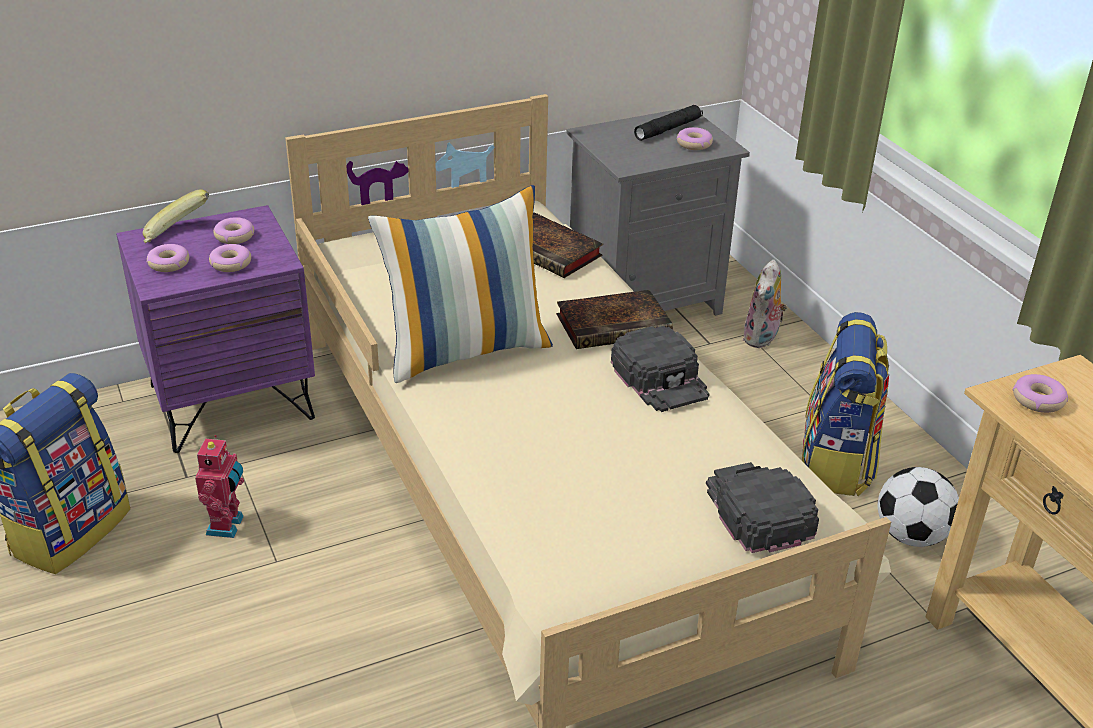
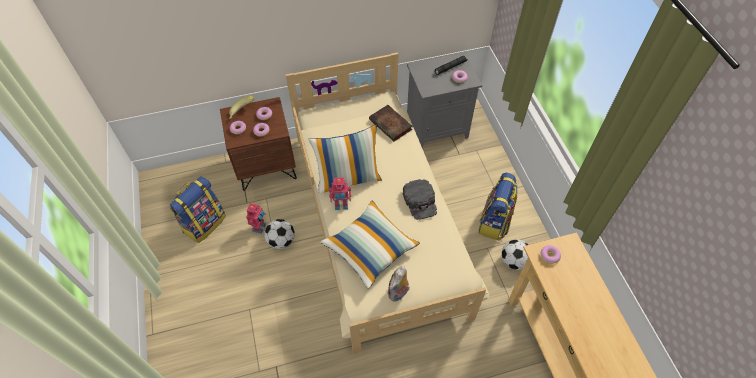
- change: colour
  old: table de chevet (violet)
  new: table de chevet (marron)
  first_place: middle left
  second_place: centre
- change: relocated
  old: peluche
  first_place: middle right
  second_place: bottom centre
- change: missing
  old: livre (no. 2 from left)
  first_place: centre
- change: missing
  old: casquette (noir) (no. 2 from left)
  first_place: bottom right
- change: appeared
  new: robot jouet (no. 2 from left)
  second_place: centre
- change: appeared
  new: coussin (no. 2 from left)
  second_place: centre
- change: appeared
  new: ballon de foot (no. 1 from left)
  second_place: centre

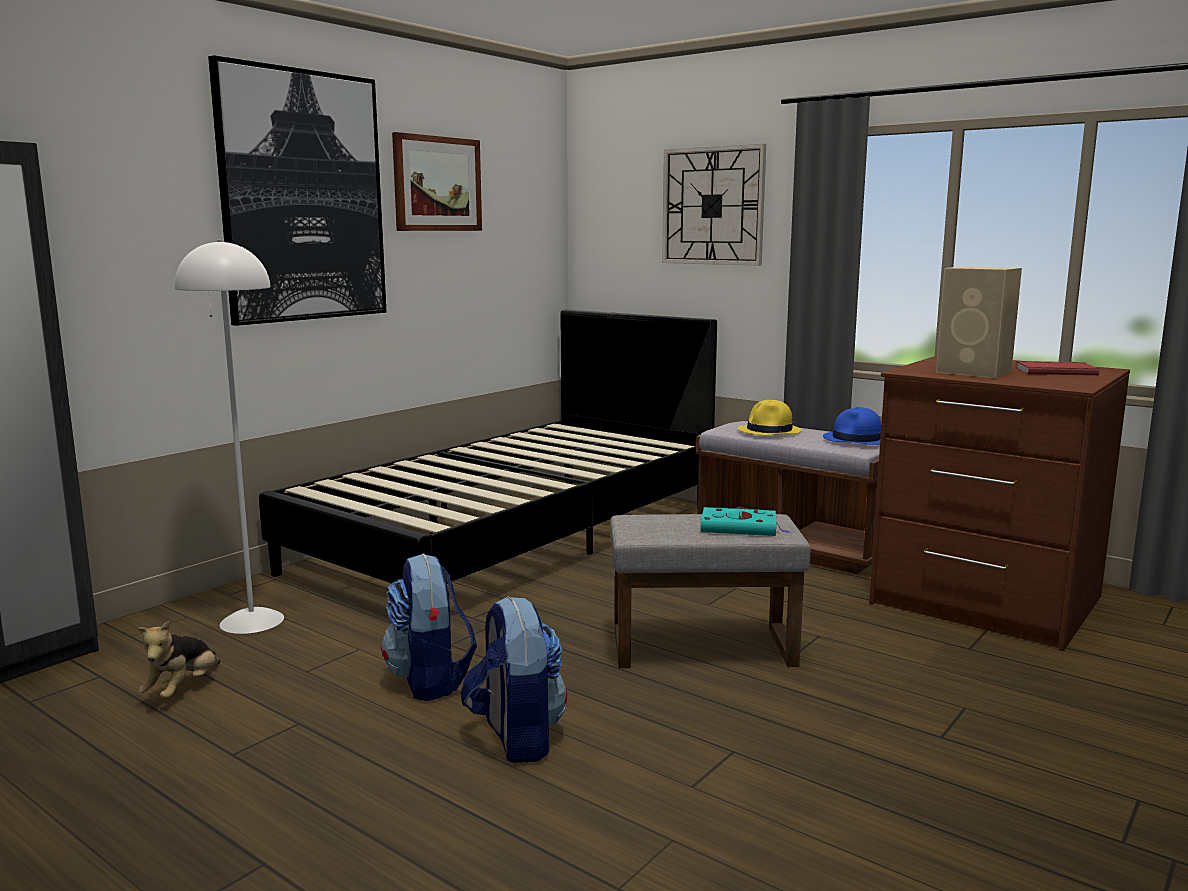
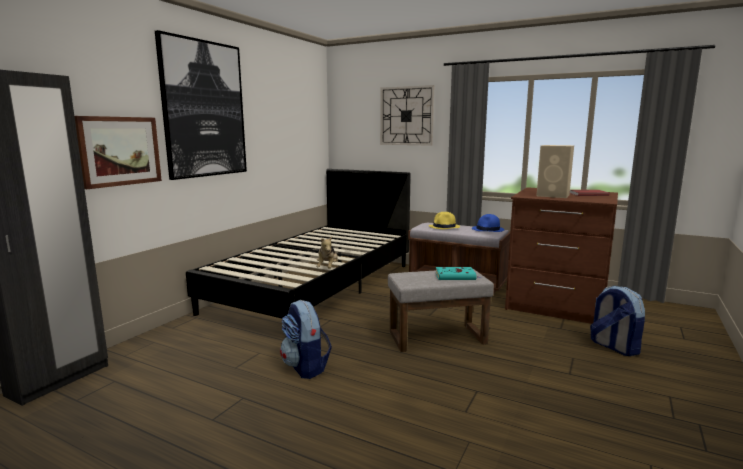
- change: relocated
  old: tableau (no. 2 from left in the first image)
  new: tableau (no. 1 from left)
  first_place: top centre
  second_place: top left
- change: missing
  old: lampadaire (blanc)
  first_place: middle left
- change: relocated
  old: sac à dos (no. 2 from left)
  first_place: bottom centre
  second_place: bottom right
- change: relocated
  old: peluche
  first_place: bottom left
  second_place: centre

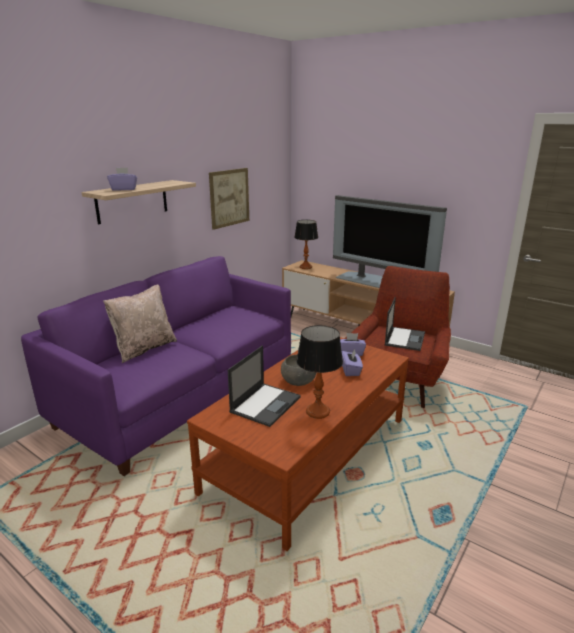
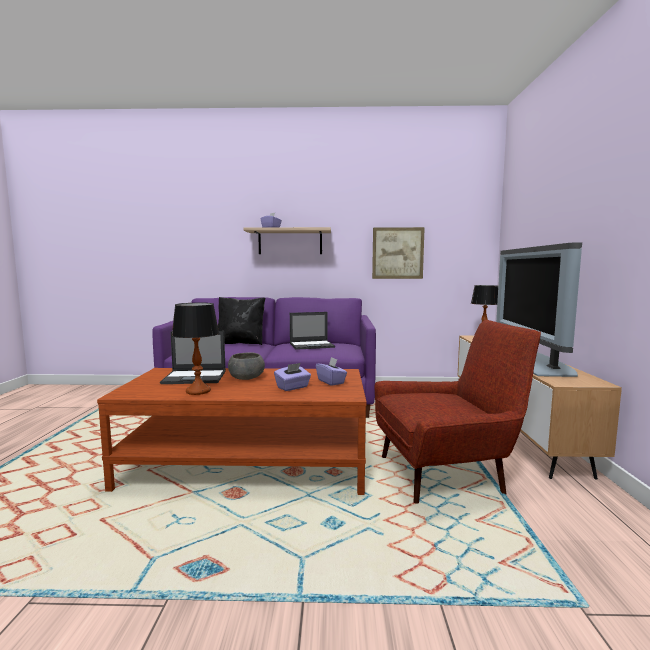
- change: colour
  old: coussin (beige)
  new: coussin (noir)
  first_place: middle left
  second_place: centre
- change: relocated
  old: ordinateur portable (no. 2 from left)
  first_place: middle right
  second_place: centre

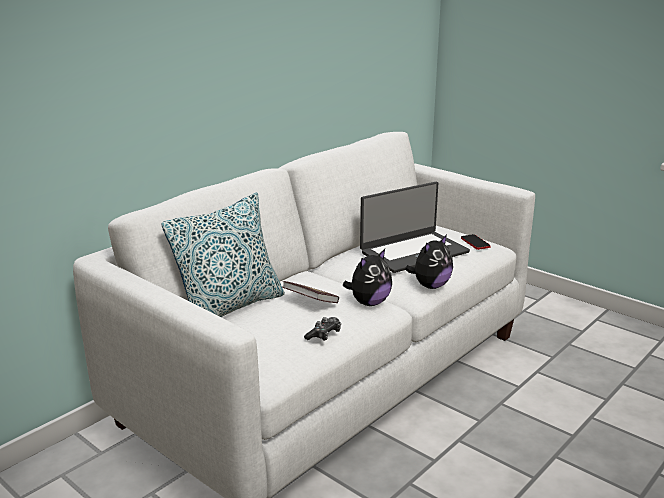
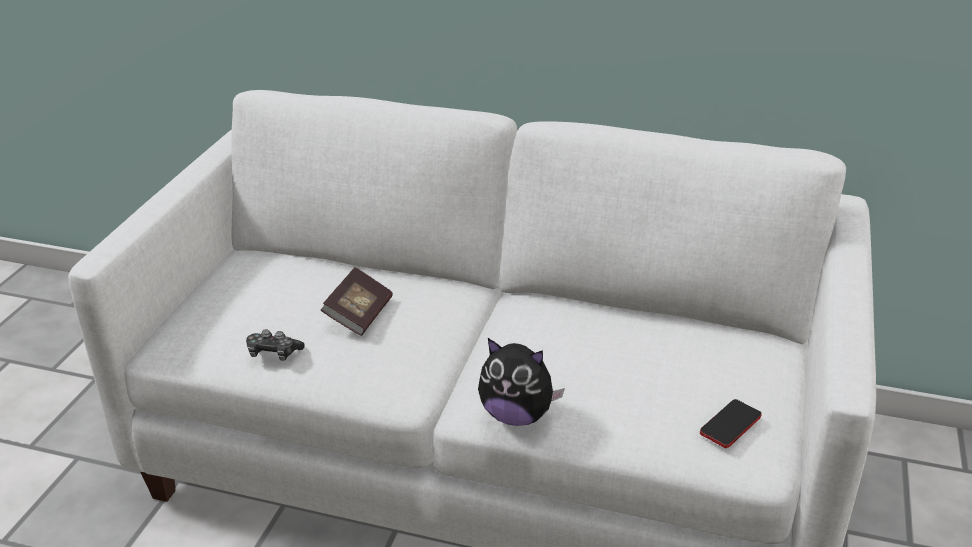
- change: missing
  old: ordinateur portable
  first_place: centre
- change: missing
  old: coussin
  first_place: centre
- change: missing
  old: peluche (no. 1 from left)
  first_place: centre

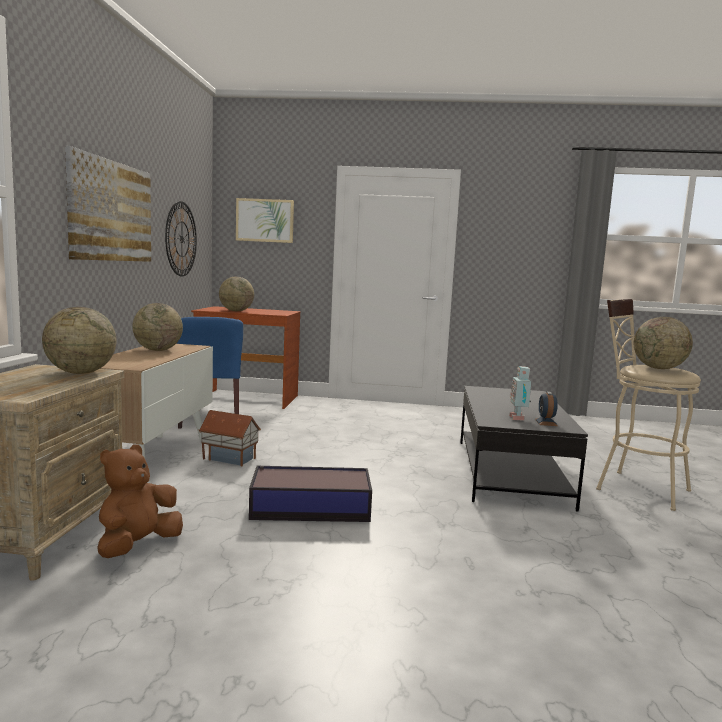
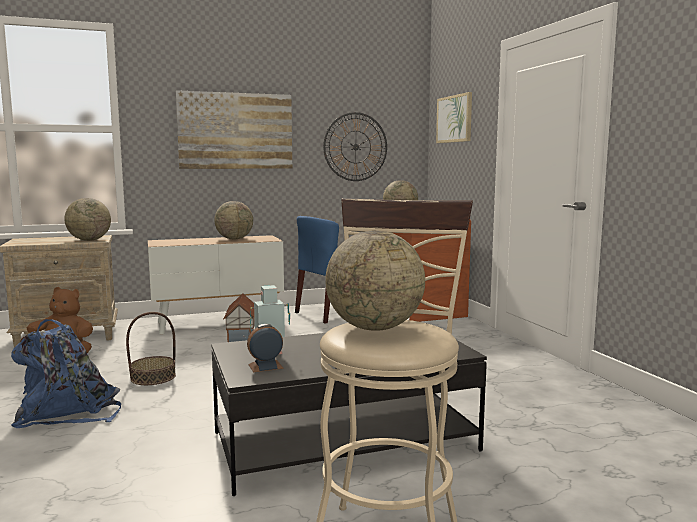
- change: exchanged
  old: boîte de rangement
  new: panier
  first_place: bottom centre
  second_place: bottom left
- change: appeared
  new: sac à dos (bleu)
  second_place: bottom left

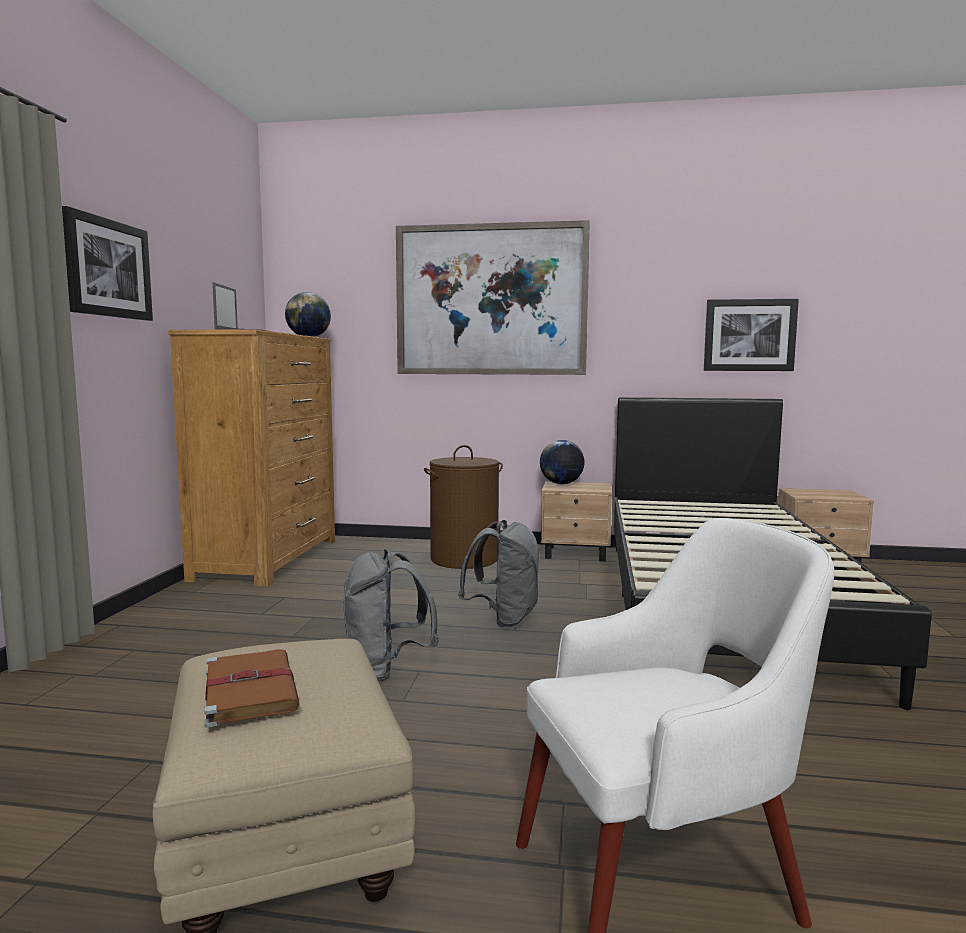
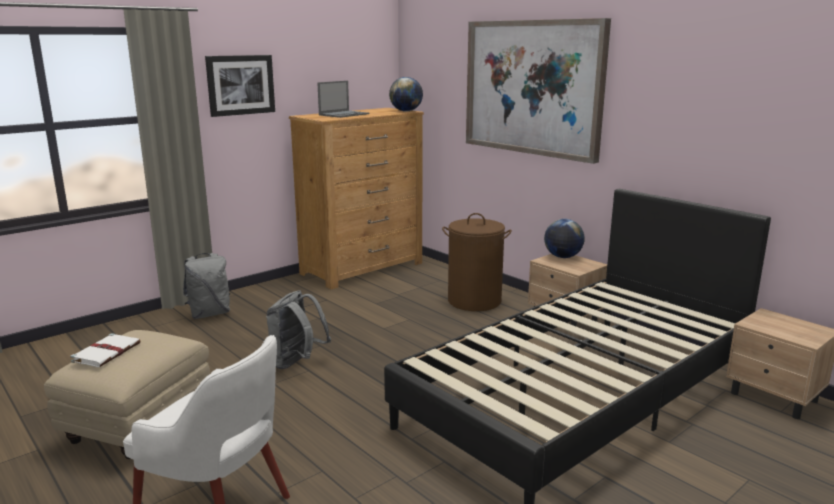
- change: missing
  old: tableau (no. 3 from left)
  first_place: middle right
- change: relocated
  old: sac à dos (gris) (no. 2 from left in the first image)
  new: sac à dos (gris) (no. 1 from left)
  first_place: centre
  second_place: middle left
- change: colour
  old: livre (marron)
  new: livre (blanc)
  first_place: bottom left
  second_place: bottom left

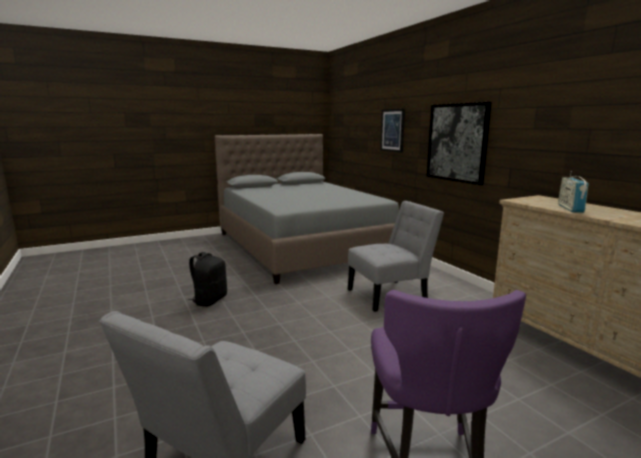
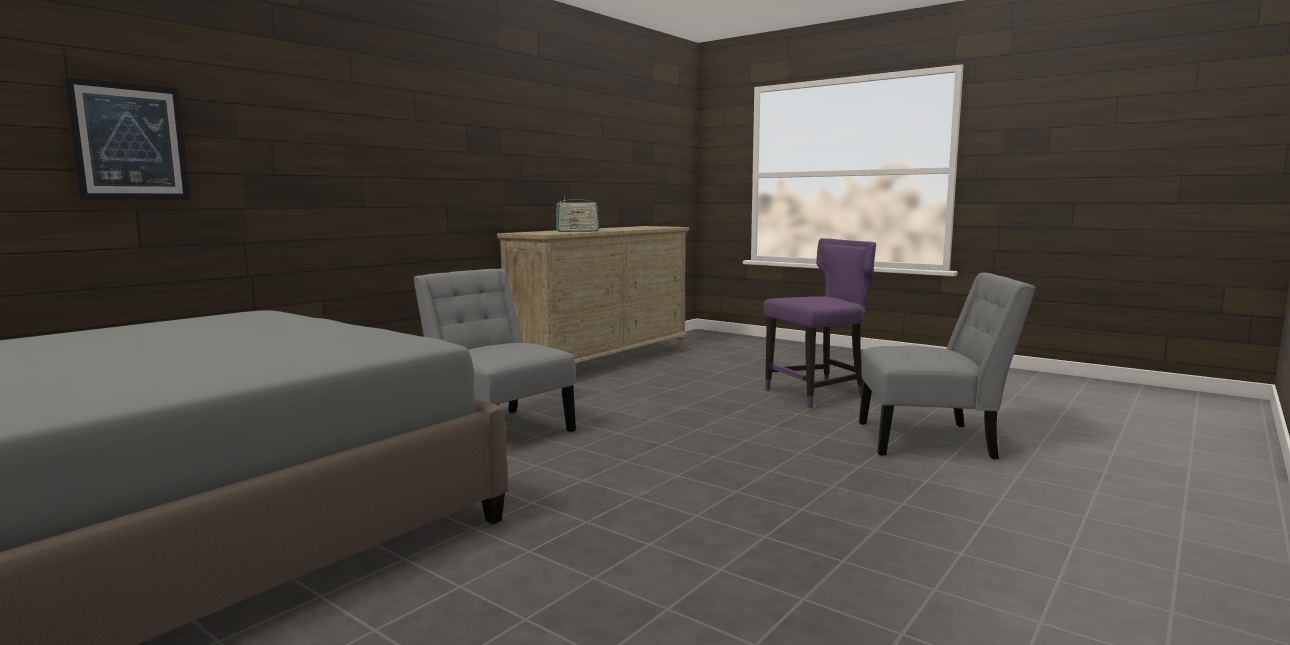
- change: missing
  old: tableau (no. 2 from left)
  first_place: top right
- change: missing
  old: sac à dos (noir)
  first_place: middle left

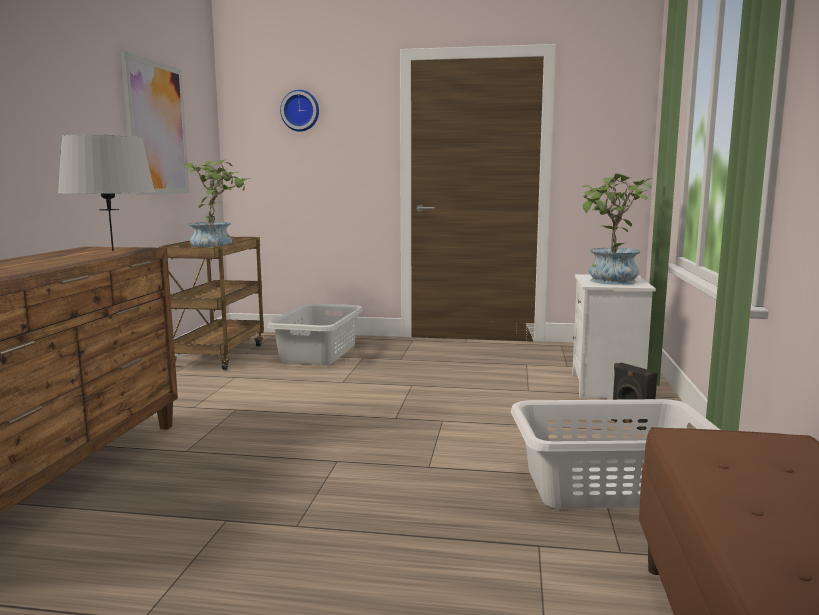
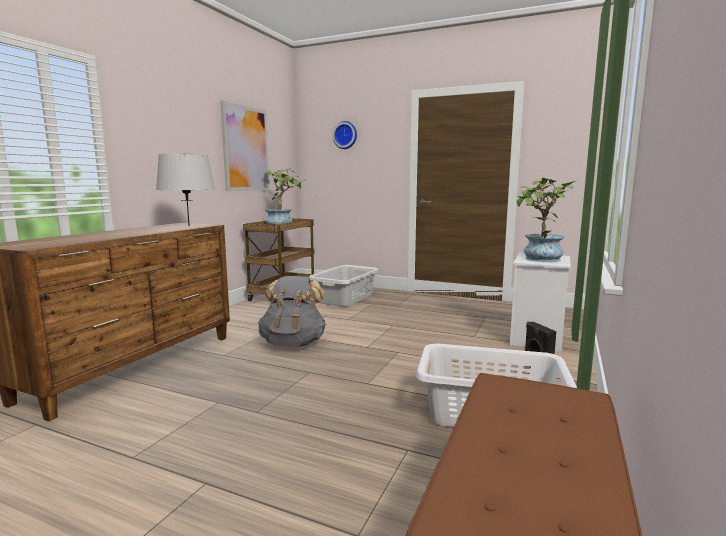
- change: appeared
  new: sac à dos (gris)
  second_place: centre

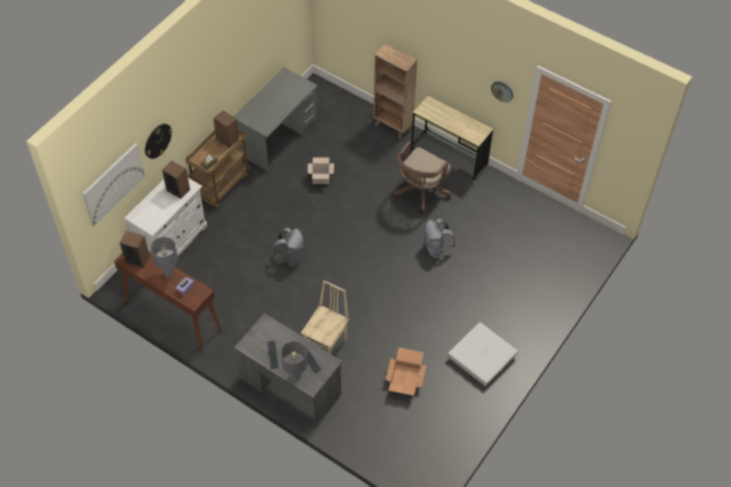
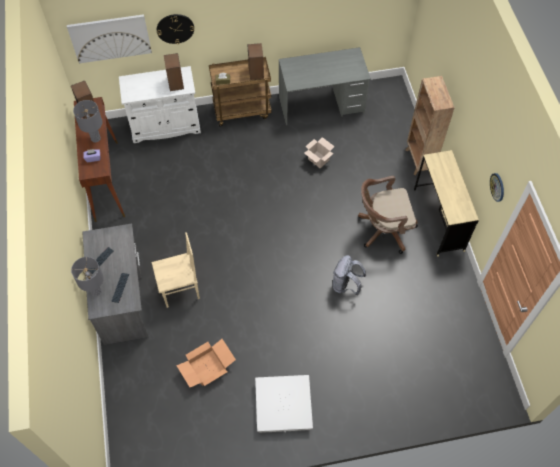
- change: missing
  old: sac à dos (gris) (no. 1 from left)
  first_place: centre

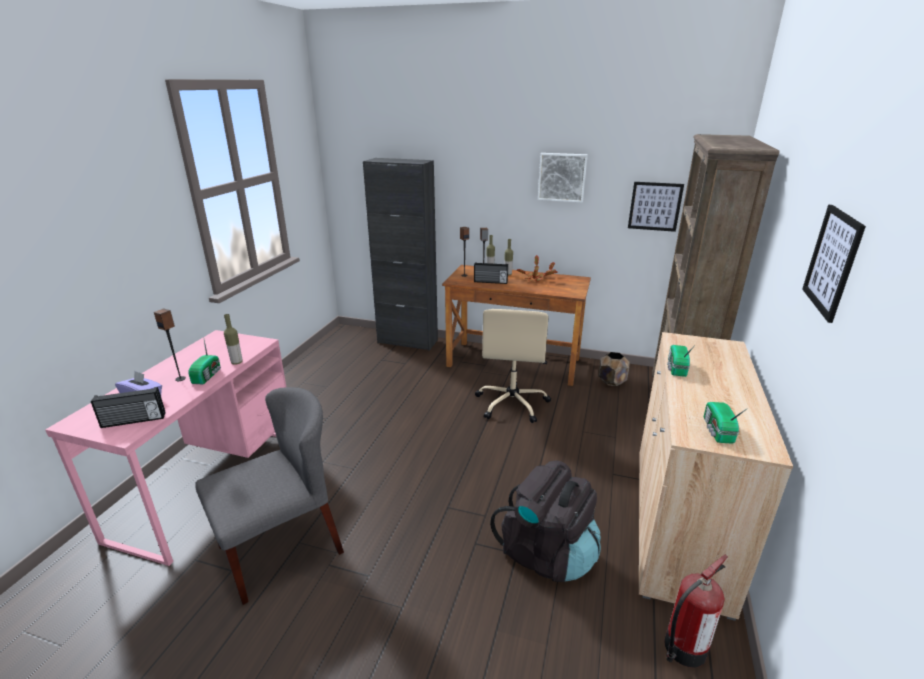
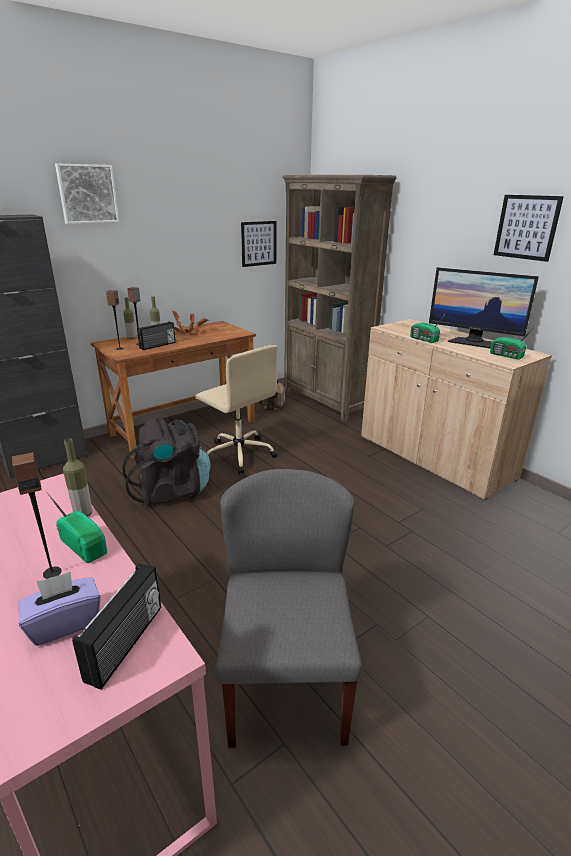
- change: relocated
  old: tableau (no. 1 from left)
  first_place: top centre
  second_place: top left
- change: relocated
  old: sac à dos (noir)
  first_place: bottom centre
  second_place: middle left
- change: missing
  old: extincteur
  first_place: bottom right
- change: appeared
  new: écran d'ordinateur
  second_place: middle right

